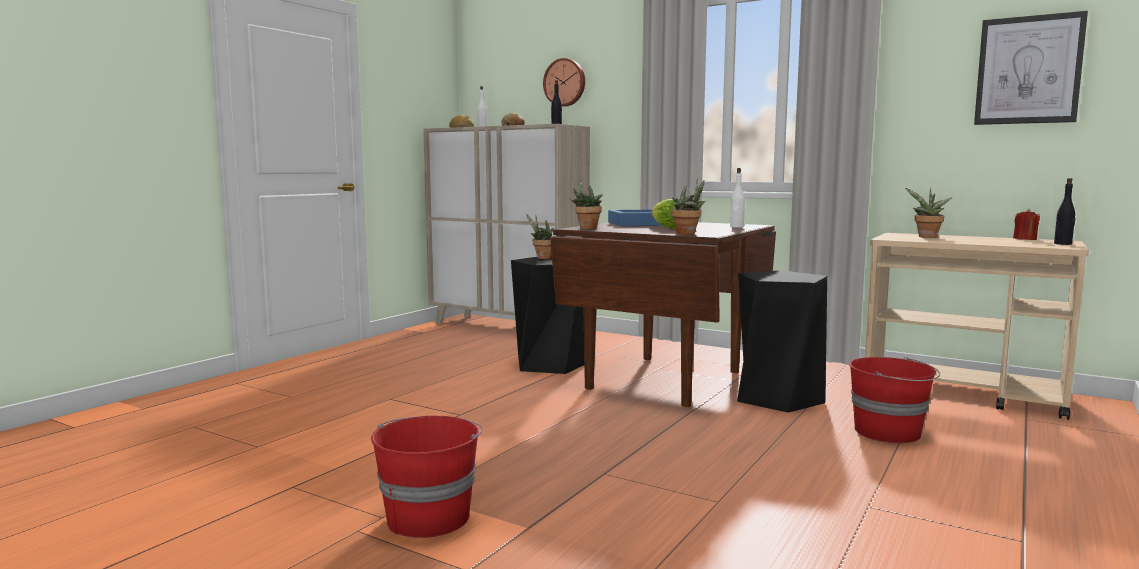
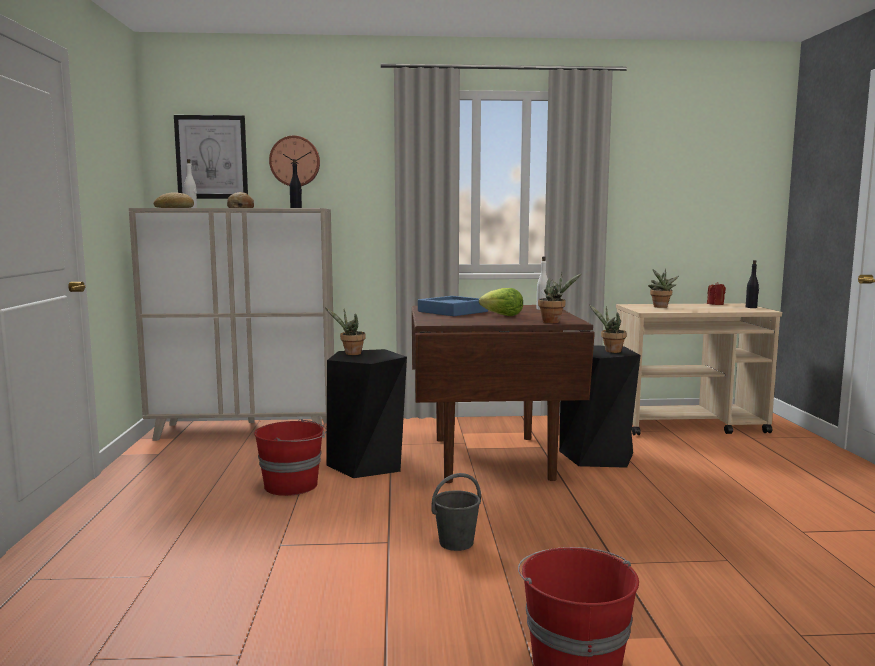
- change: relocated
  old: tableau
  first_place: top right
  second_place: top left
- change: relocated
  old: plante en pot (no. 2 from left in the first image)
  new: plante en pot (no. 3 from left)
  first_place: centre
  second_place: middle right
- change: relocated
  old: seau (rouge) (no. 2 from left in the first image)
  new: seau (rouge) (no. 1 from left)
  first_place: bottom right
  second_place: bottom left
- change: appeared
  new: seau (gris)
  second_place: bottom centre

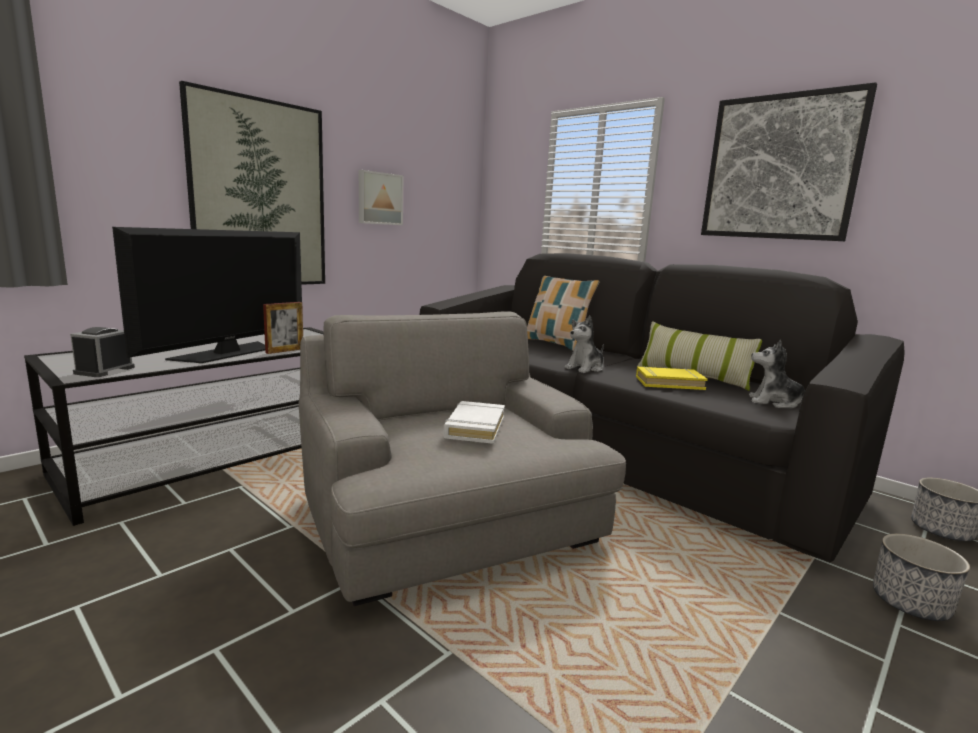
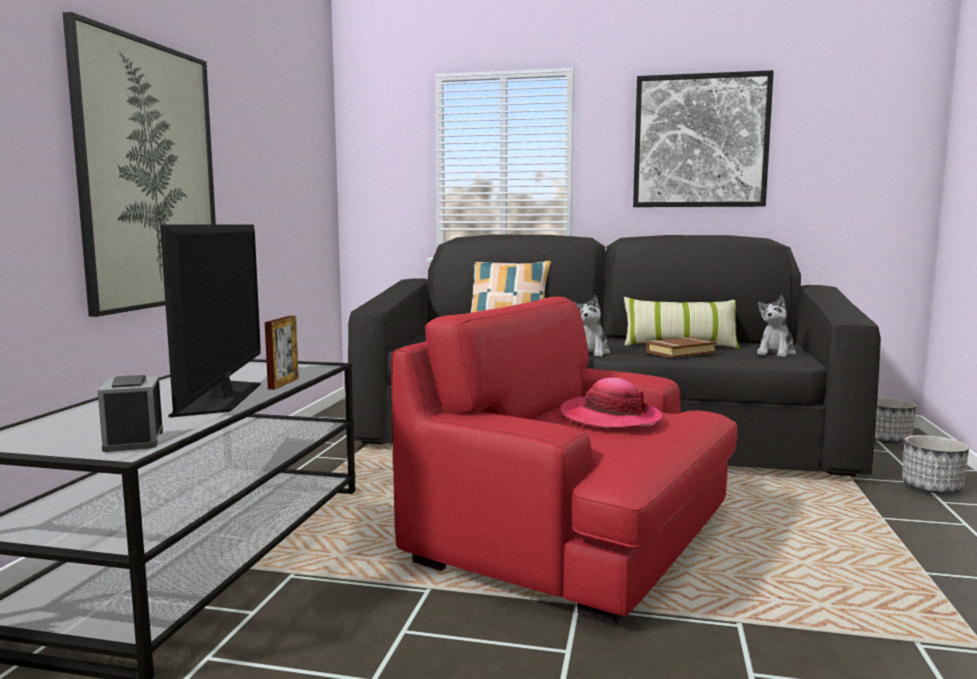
- change: missing
  old: tableau (no. 2 from left)
  first_place: top centre
- change: colour
  old: fauteuil (gris)
  new: fauteuil (rouge)
  first_place: centre
  second_place: bottom centre
- change: spun
  old: peluche (no. 2 from left)
  first_place: middle right
  second_place: middle right
  degrees: -45
- change: colour
  old: livre (jaune)
  new: livre (marron)
  first_place: middle right
  second_place: middle right
- change: exchanged
  old: livre (blanc)
  new: chapeau
  first_place: centre
  second_place: centre

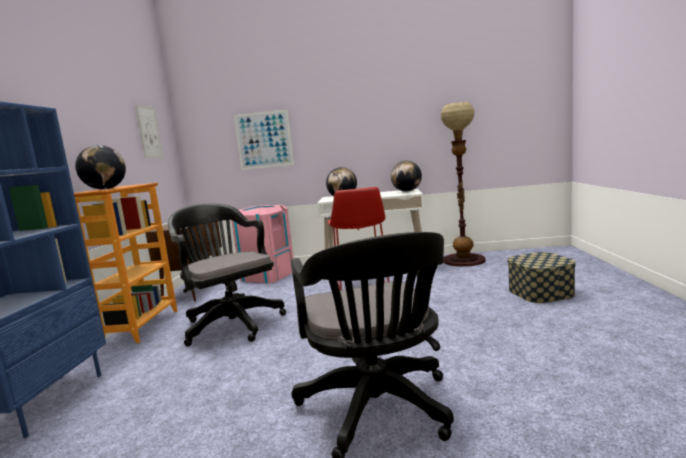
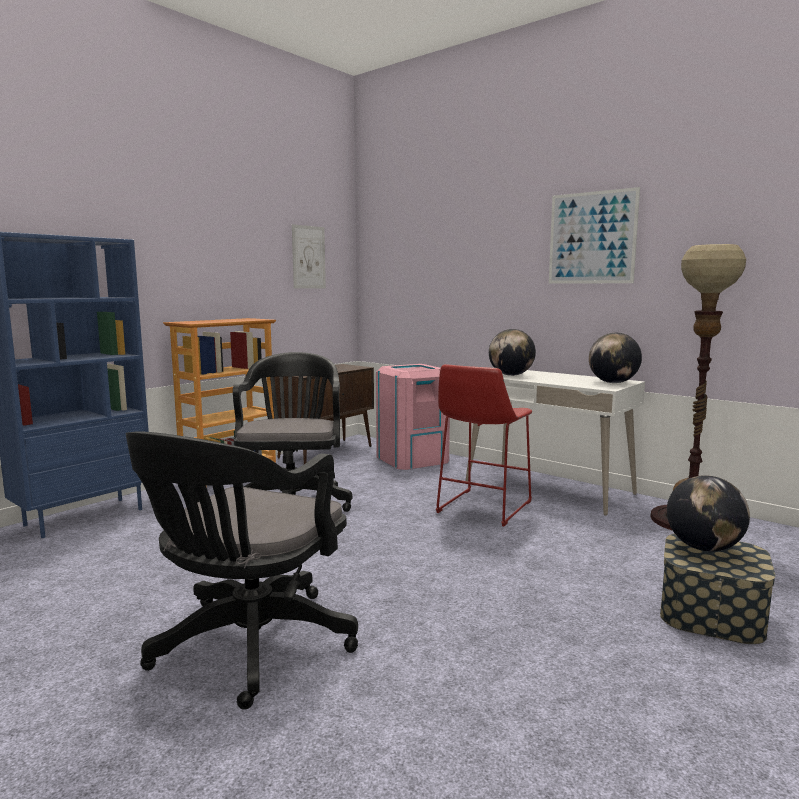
- change: relocated
  old: tableau (no. 2 from left)
  first_place: top centre
  second_place: top right
- change: relocated
  old: globe (no. 1 from left in the first image)
  new: globe (no. 3 from left)
  first_place: middle left
  second_place: middle right

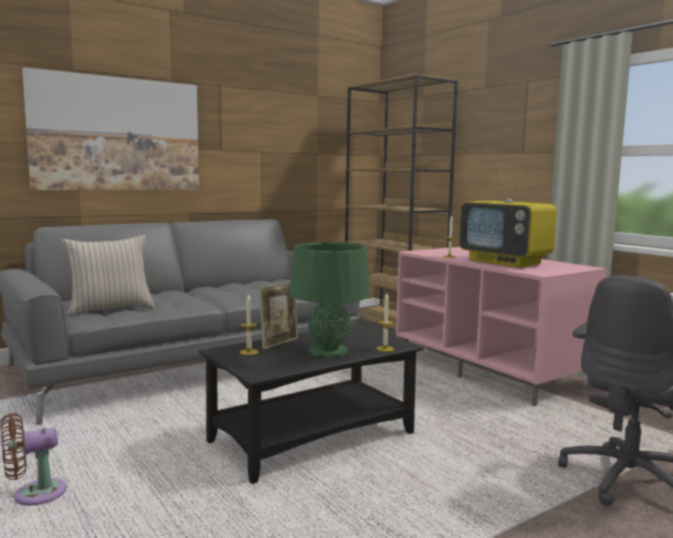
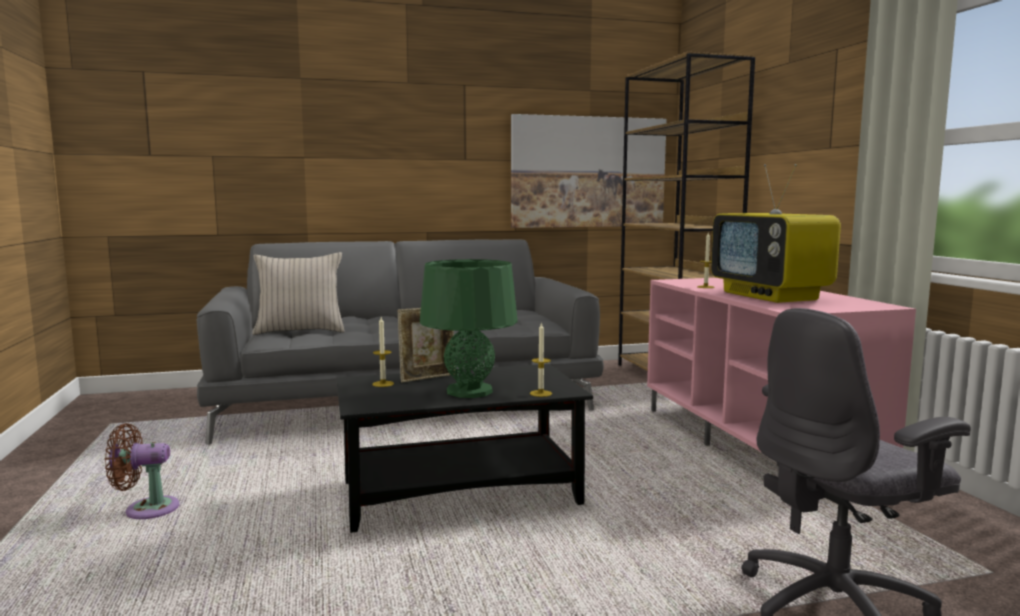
- change: relocated
  old: tableau
  first_place: top left
  second_place: top centre

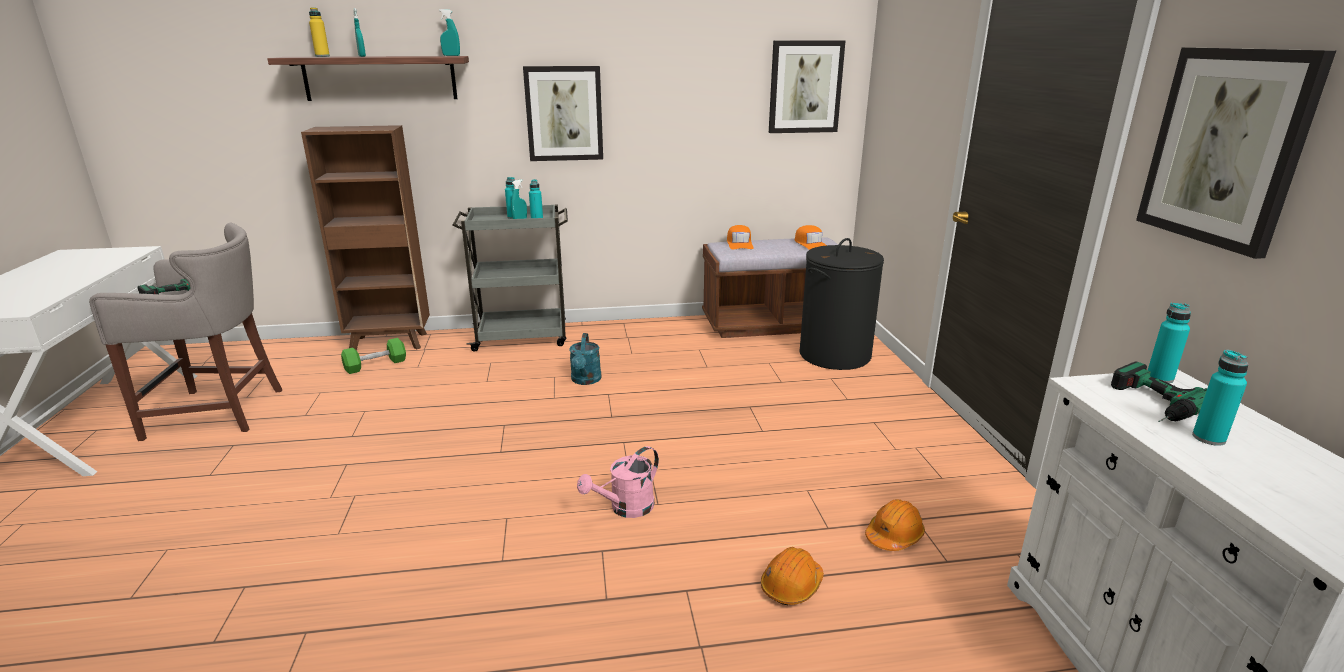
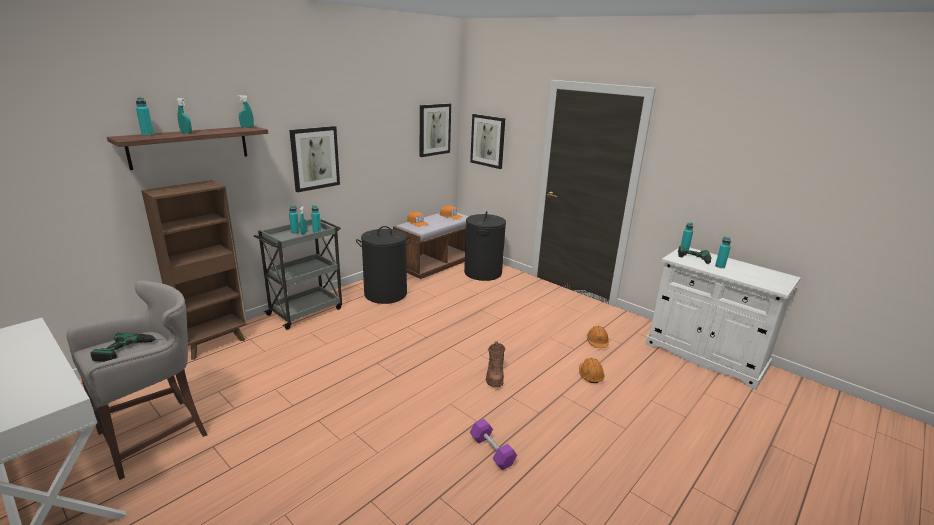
- change: colour
  old: bouteille (jaune)
  new: bouteille (turquoise) (no. 1 from left)
  first_place: top left
  second_place: top left
- change: relocated
  old: tableau (no. 3 from left)
  first_place: top right
  second_place: top centre
- change: missing
  old: arrosoir (turquoise)
  first_place: centre
- change: missing
  old: haltère (vert)
  first_place: middle left
- change: exchanged
  old: arrosoir (rose)
  new: botte (marron)
  first_place: bottom centre
  second_place: bottom centre
- change: appeared
  new: panier à linge (noir) (no. 1 from left)
  second_place: centre
- change: appeared
  new: haltère (violet)
  second_place: bottom centre

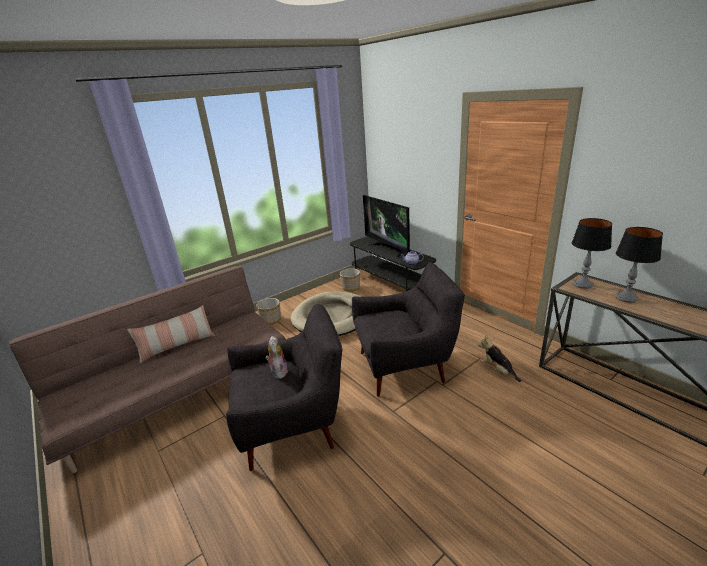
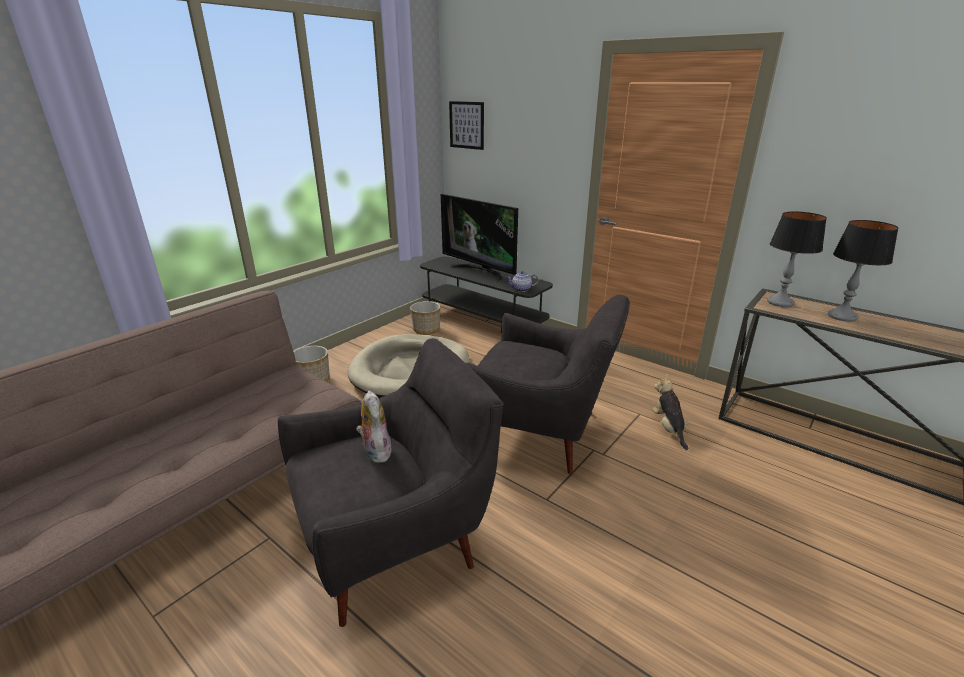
- change: spun
  old: fauteuil (gris) (no. 2 from left)
  first_place: centre
  second_place: centre
  degrees: 45
- change: missing
  old: coussin
  first_place: middle left
- change: spun
  old: peluche (no. 2 from left)
  first_place: middle right
  second_place: middle right
  degrees: 45
- change: appeared
  new: tableau
  second_place: top centre

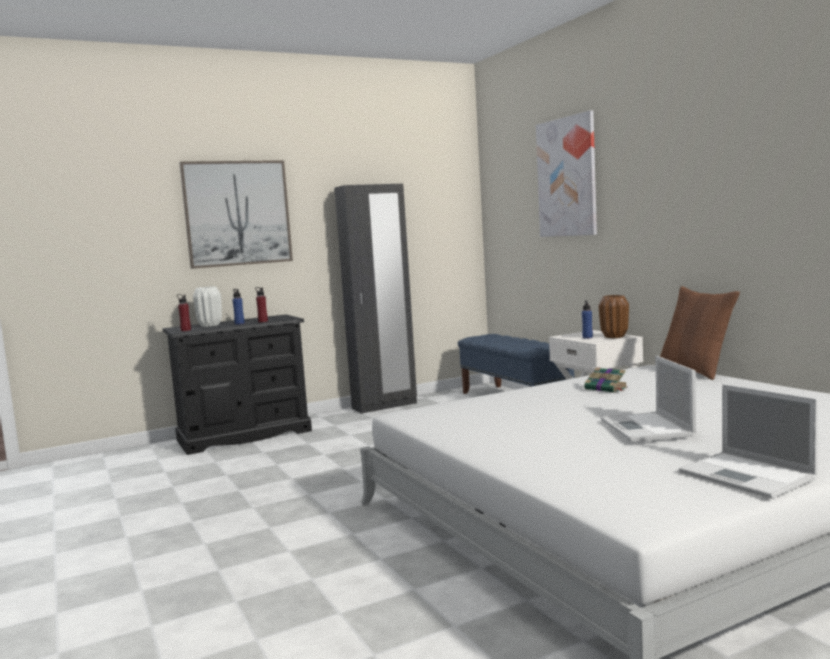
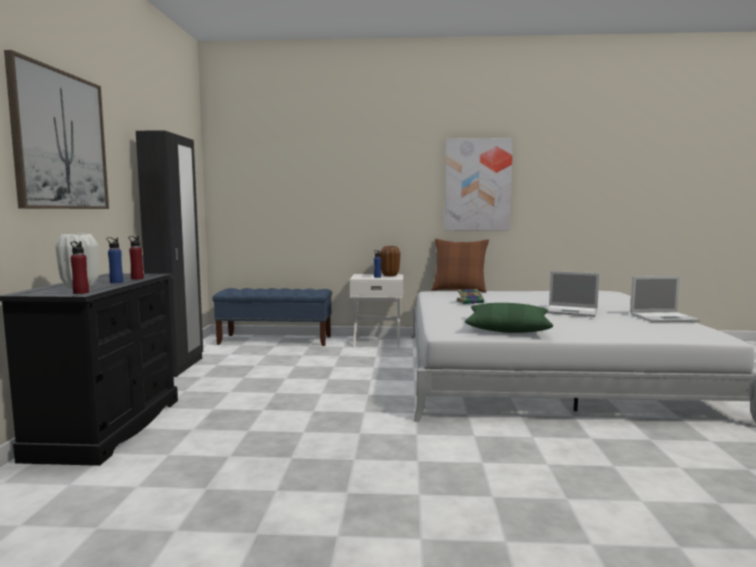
- change: relocated
  old: tableau (no. 2 from left)
  first_place: top right
  second_place: top centre
- change: appeared
  new: coussin (vert)
  second_place: middle right

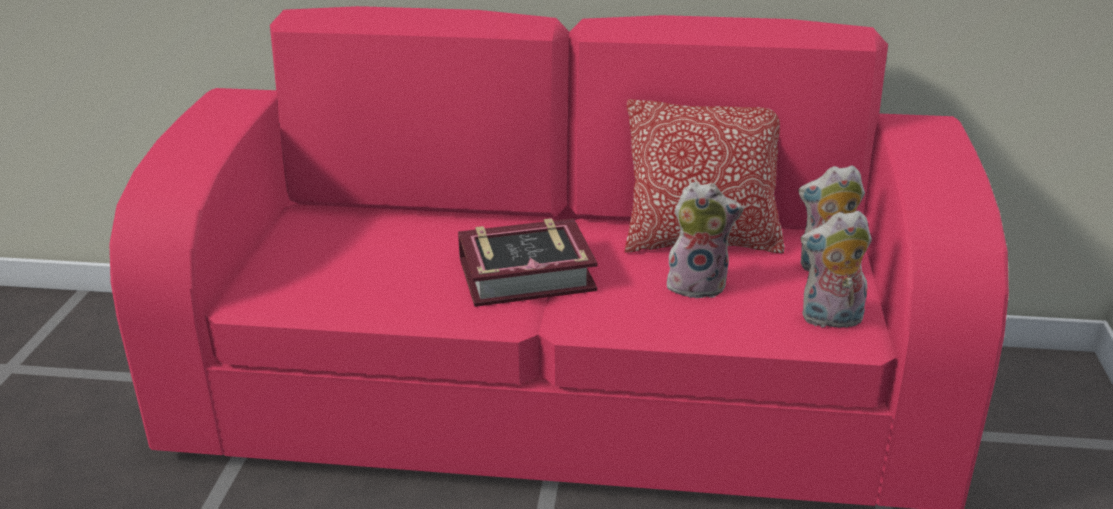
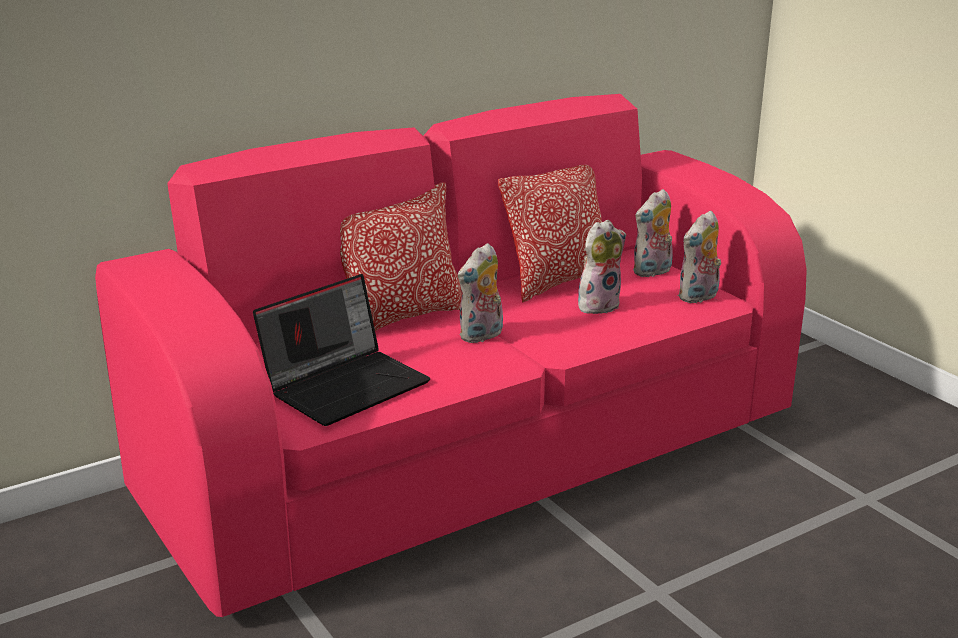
- change: exchanged
  old: livre
  new: peluche (no. 1 from left)
  first_place: centre
  second_place: centre
- change: appeared
  new: coussin (no. 1 from left)
  second_place: centre
- change: appeared
  new: ordinateur portable
  second_place: centre

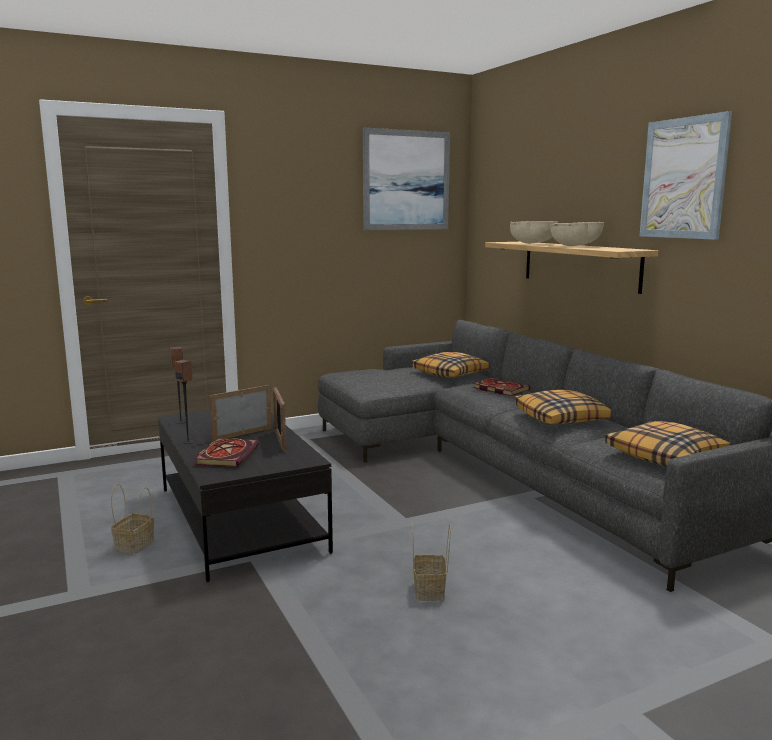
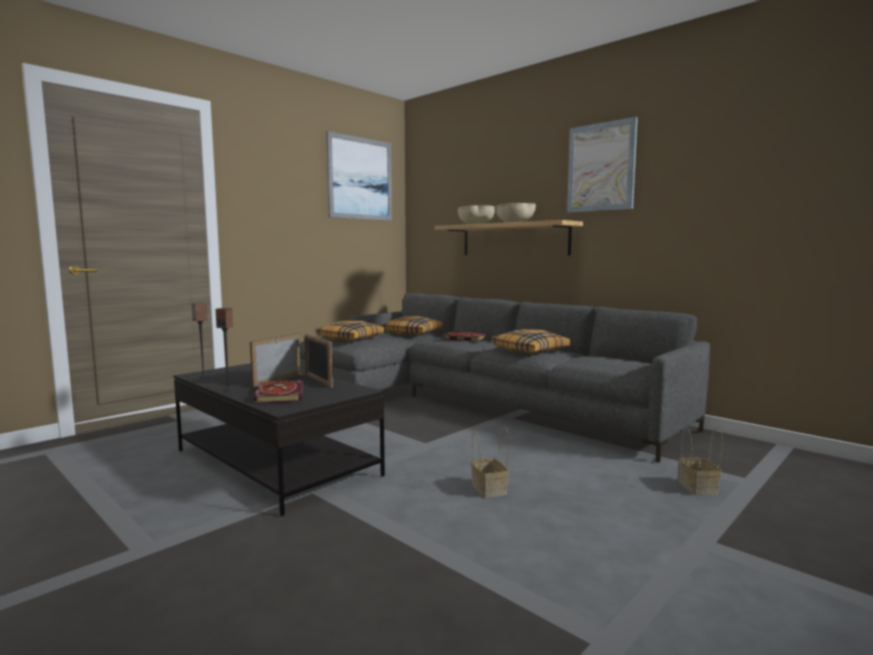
- change: relocated
  old: coussin (no. 3 from left in the first image)
  new: coussin (no. 1 from left)
  first_place: middle right
  second_place: centre
- change: relocated
  old: panier (no. 1 from left in the first image)
  new: panier (no. 2 from left)
  first_place: bottom left
  second_place: bottom right

